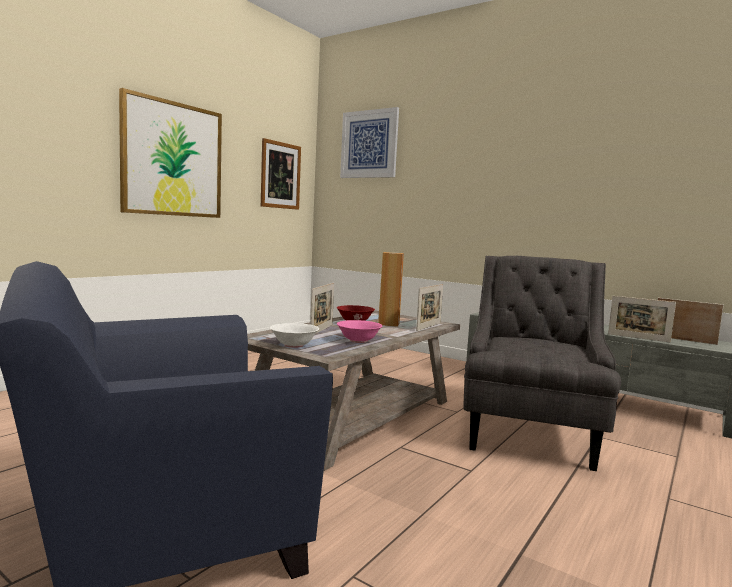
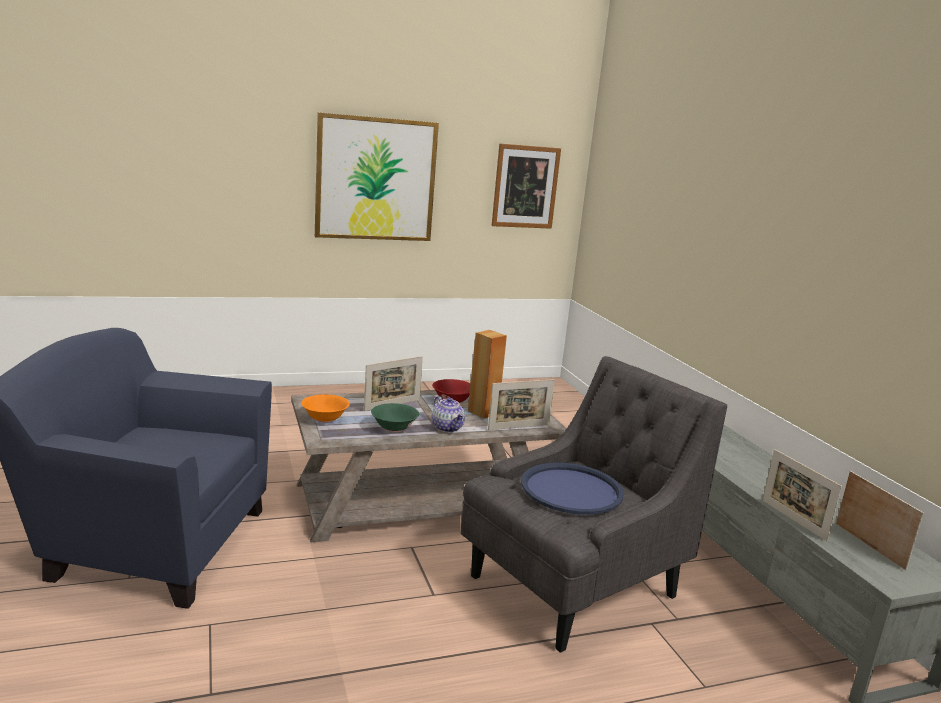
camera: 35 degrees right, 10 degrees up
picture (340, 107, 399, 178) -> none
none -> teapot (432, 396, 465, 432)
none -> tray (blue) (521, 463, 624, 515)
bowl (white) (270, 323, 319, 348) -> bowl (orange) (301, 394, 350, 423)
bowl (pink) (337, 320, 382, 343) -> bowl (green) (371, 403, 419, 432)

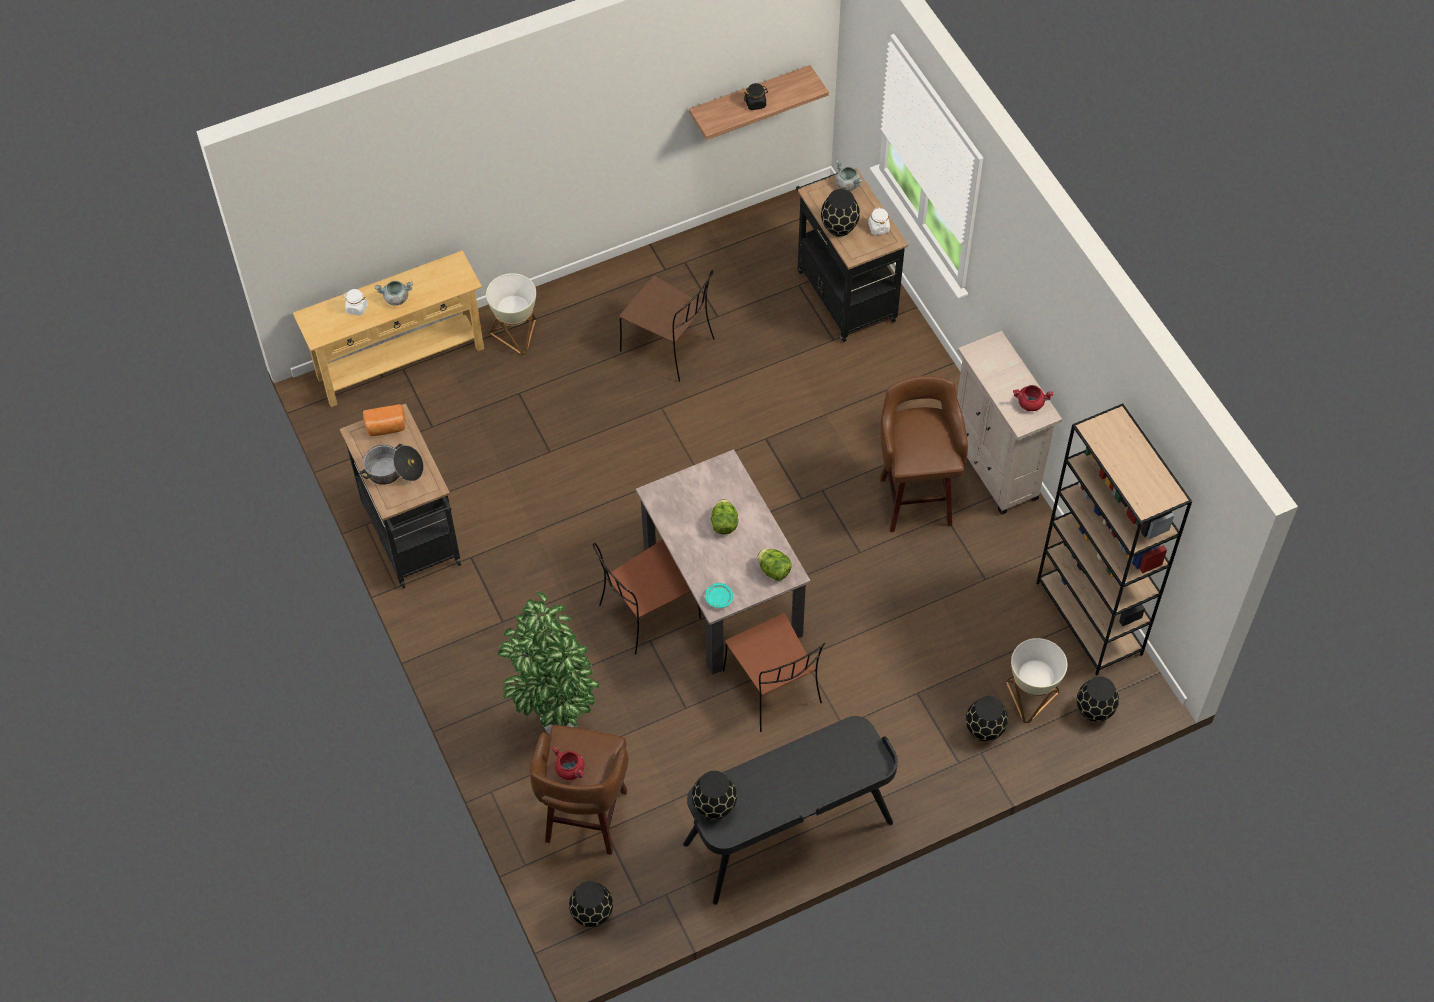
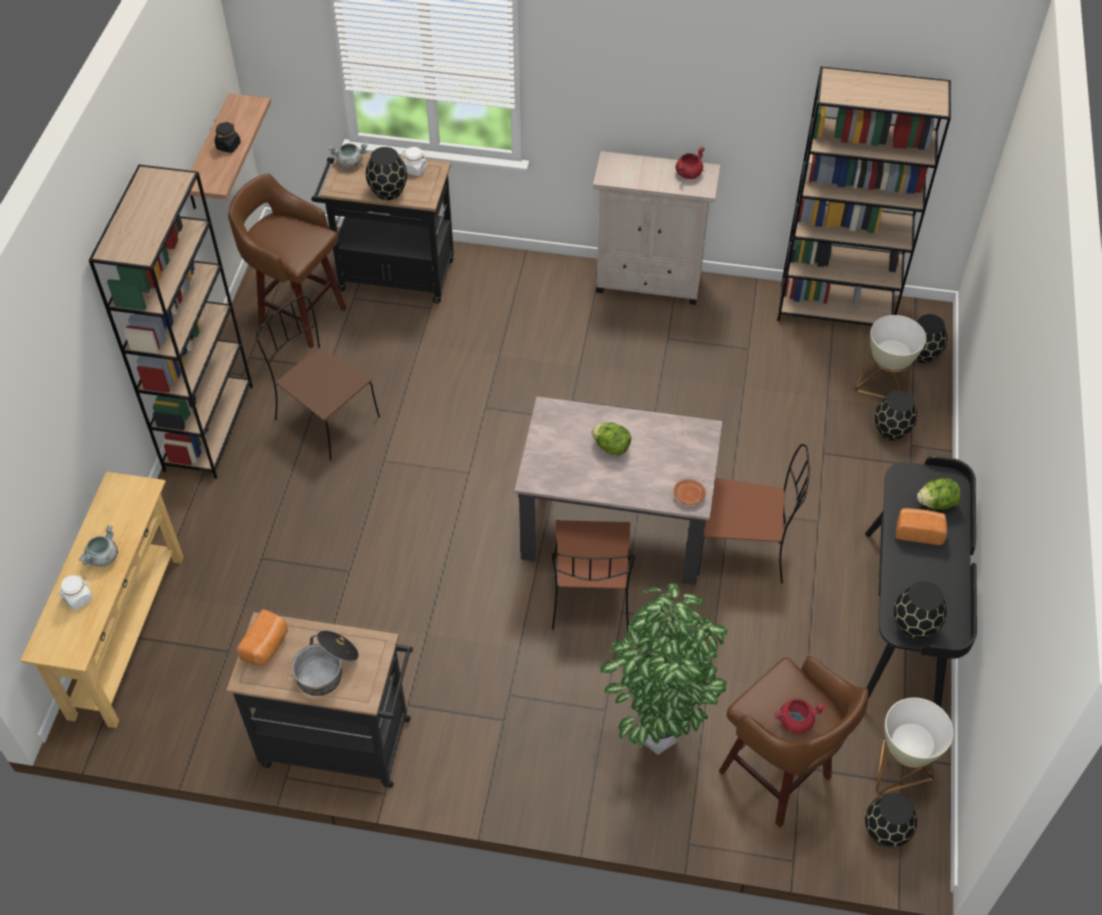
camera: 55 degrees left, 5 degrees down
none -> bookcase (beige) (89, 164, 253, 479)
none -> bread (896, 508, 947, 545)
planter (486, 273, 536, 355) -> planter (876, 697, 954, 794), shifted
lettuce (757, 549, 792, 581) -> lettuce (917, 478, 961, 509), shifted
stool (brown) (880, 376, 968, 532) -> stool (brown) (228, 174, 347, 348), shifted
plate (turquoise) (705, 583, 733, 608) -> plate (brown) (673, 479, 706, 505)
chair (brown) (619, 270, 715, 382) -> chair (brown) (256, 295, 380, 460), 120 degrees counterclockwise

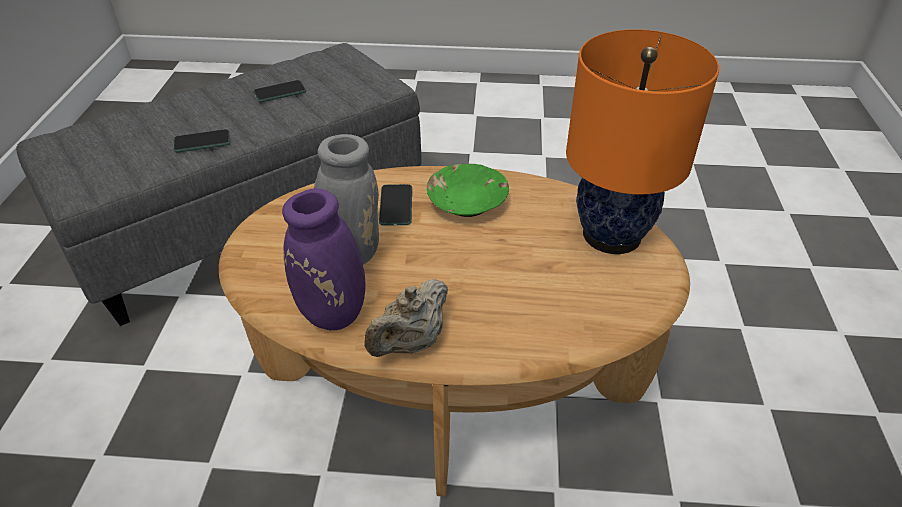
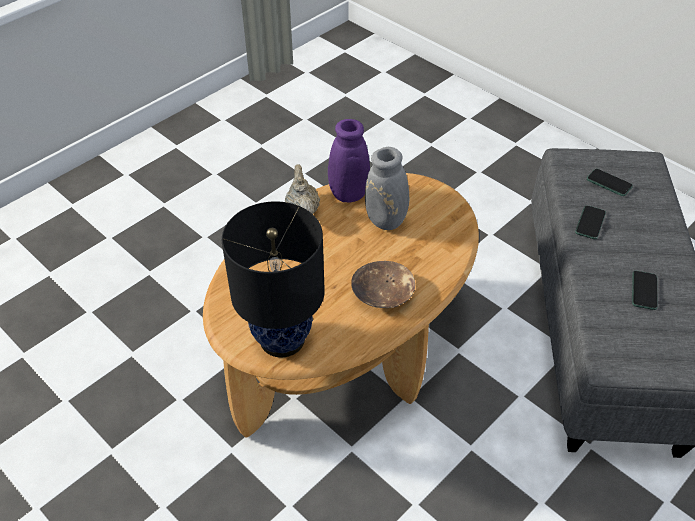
camera: 130 degrees right, 5 degrees up
phone (379, 184, 412, 226) -> phone (587, 169, 633, 196), shifted
bowl (green) (427, 164, 509, 217) -> bowl (brown) (351, 261, 415, 308)
table lamp (orange) (566, 29, 719, 254) -> table lamp (black) (222, 201, 325, 357)

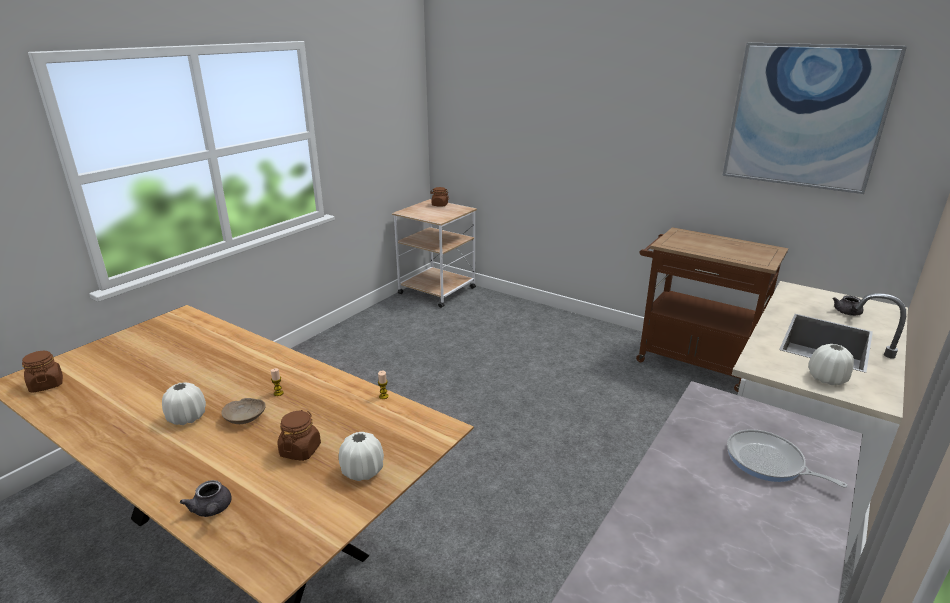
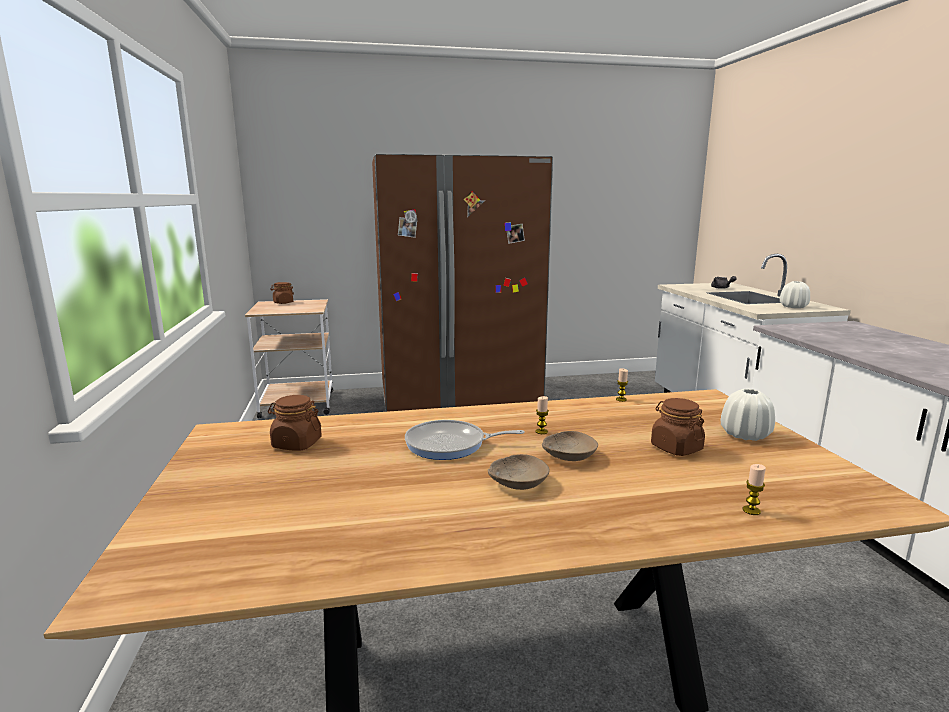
camera: 45 degrees left, 10 degrees down
cart (brown) (636, 227, 788, 392) -> none
picture (722, 43, 907, 194) -> none
none -> fridge (brown) (372, 154, 553, 412)
jar (brown) (22, 351, 63, 393) -> jar (brown) (268, 395, 322, 450), shifted
frying pan (727, 429, 847, 488) -> frying pan (405, 420, 524, 460), shifted
vase (white) (162, 382, 206, 425) -> bowl (beige) (488, 454, 550, 490)
teapot (grey) (180, 480, 232, 517) -> candle (743, 464, 766, 515)

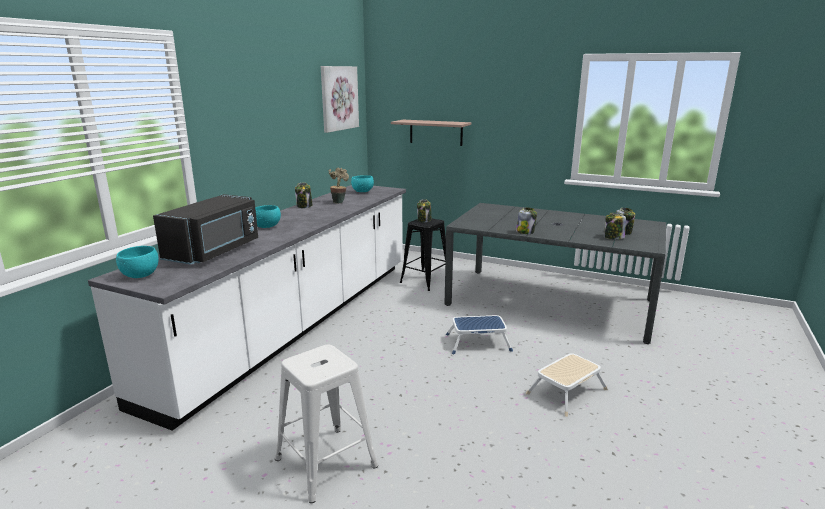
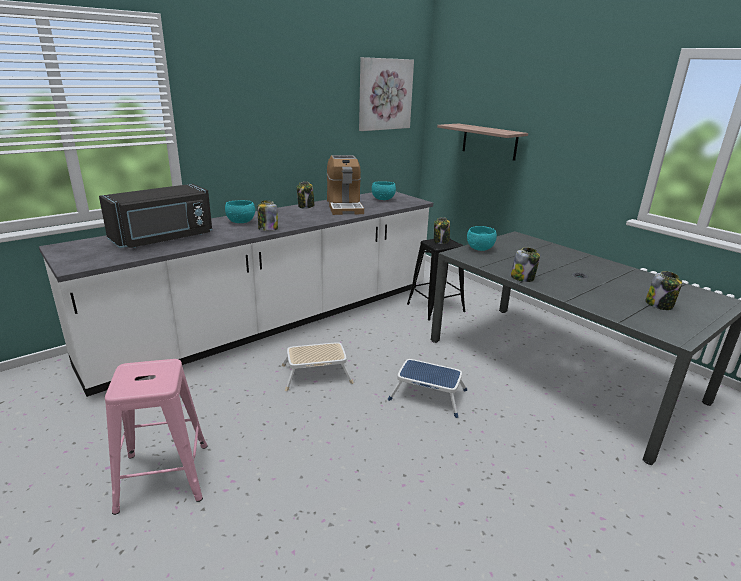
camera: 25 degrees right, 5 degrees up
bowl (turquoise) (116, 246, 159, 278) -> bowl (turquoise) (467, 226, 497, 251), shifted
step ladder (beige) (526, 353, 608, 417) -> step ladder (beige) (281, 342, 354, 391), shifted
jar (604, 212, 626, 239) -> jar (258, 200, 278, 231), shifted
potted plant (329, 167, 349, 204) -> coffee machine (327, 155, 364, 215)
stool (white) (275, 345, 378, 503) -> stool (pink) (105, 359, 207, 515)

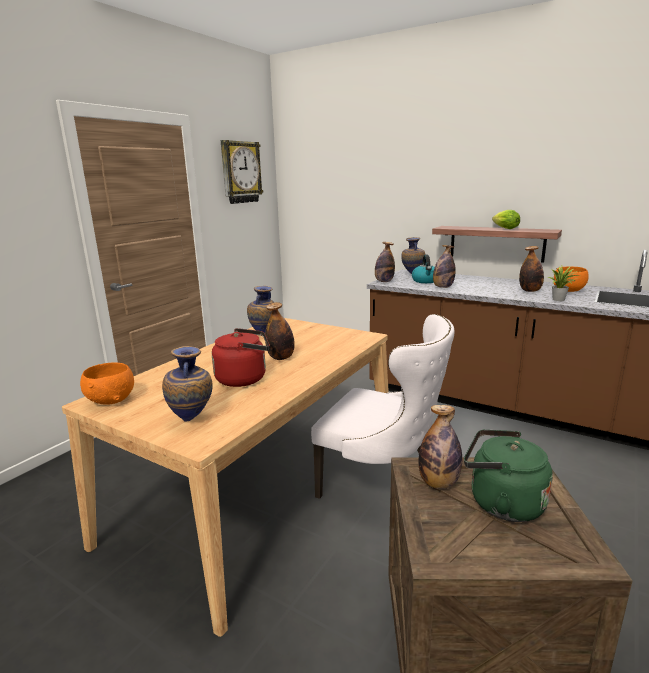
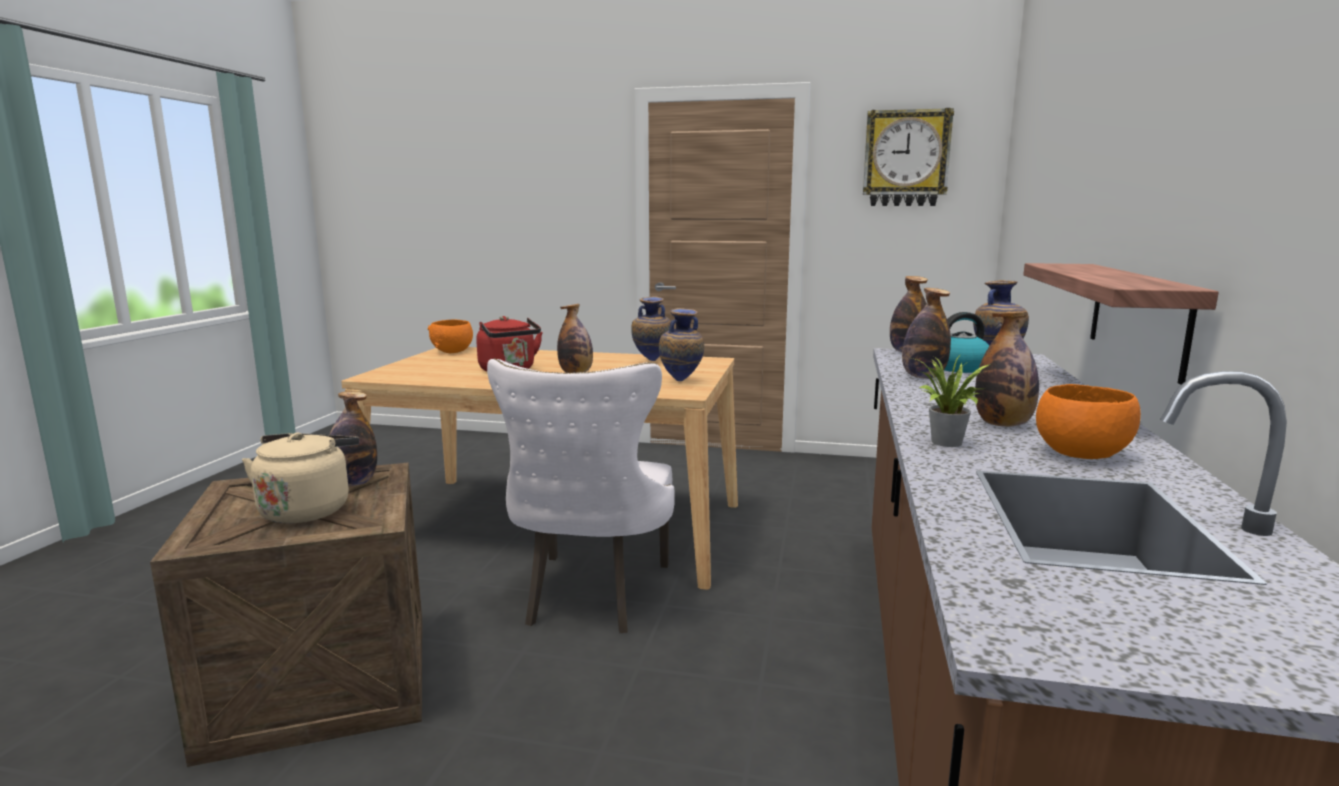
camera: 70 degrees right, 5 degrees down
lettuce (492, 210, 520, 229) -> none
vase (162, 346, 213, 421) -> vase (659, 308, 704, 381), shifted
kettle (green) (464, 430, 553, 522) -> kettle (beige) (242, 432, 359, 523)

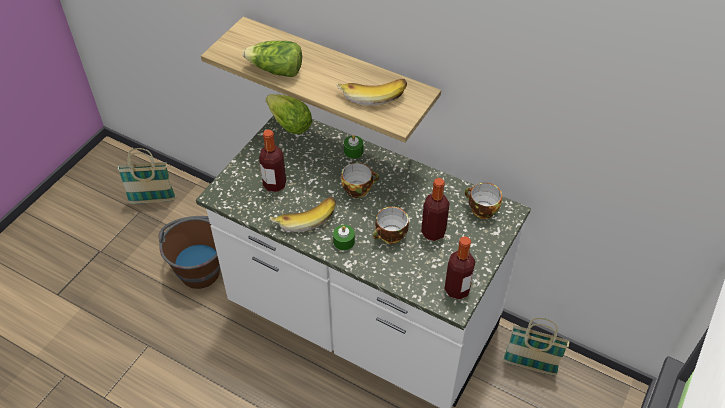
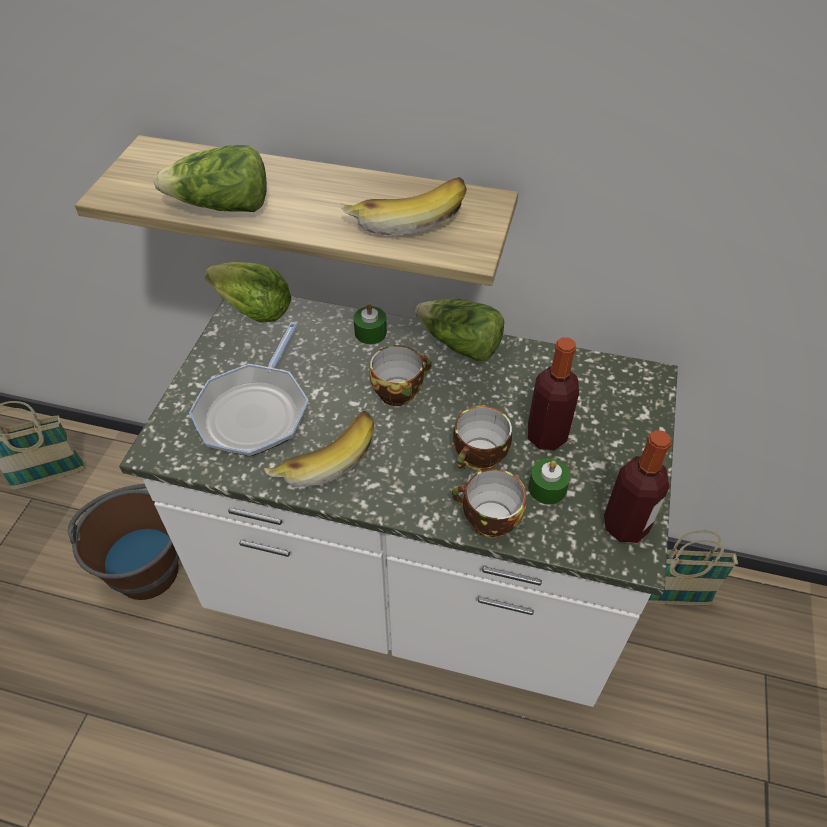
camera: 15 degrees left, 0 degrees up
none -> lettuce (415, 299, 504, 361)
candle (green) (333, 225, 355, 251) -> candle (green) (528, 458, 571, 505), shifted
cup (465, 183, 502, 219) -> cup (452, 469, 526, 538), shifted
bottle (259, 130, 286, 192) -> frying pan (189, 322, 308, 456)

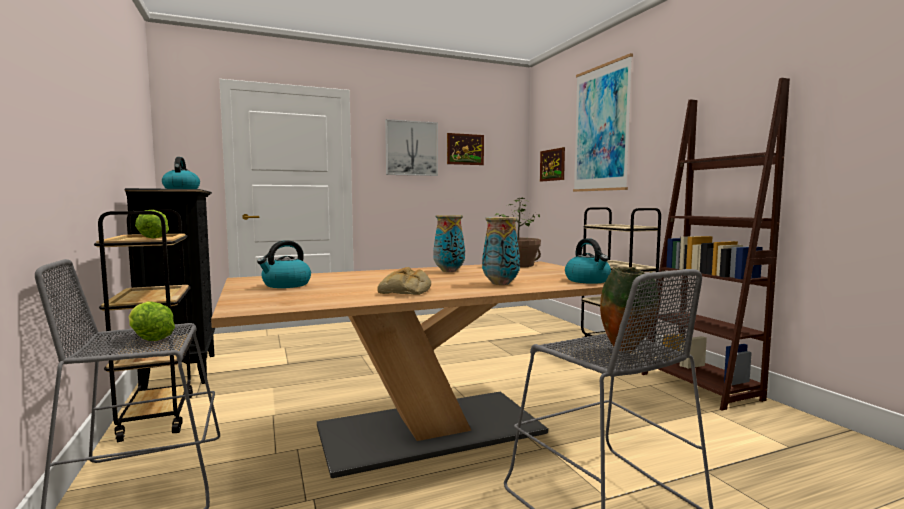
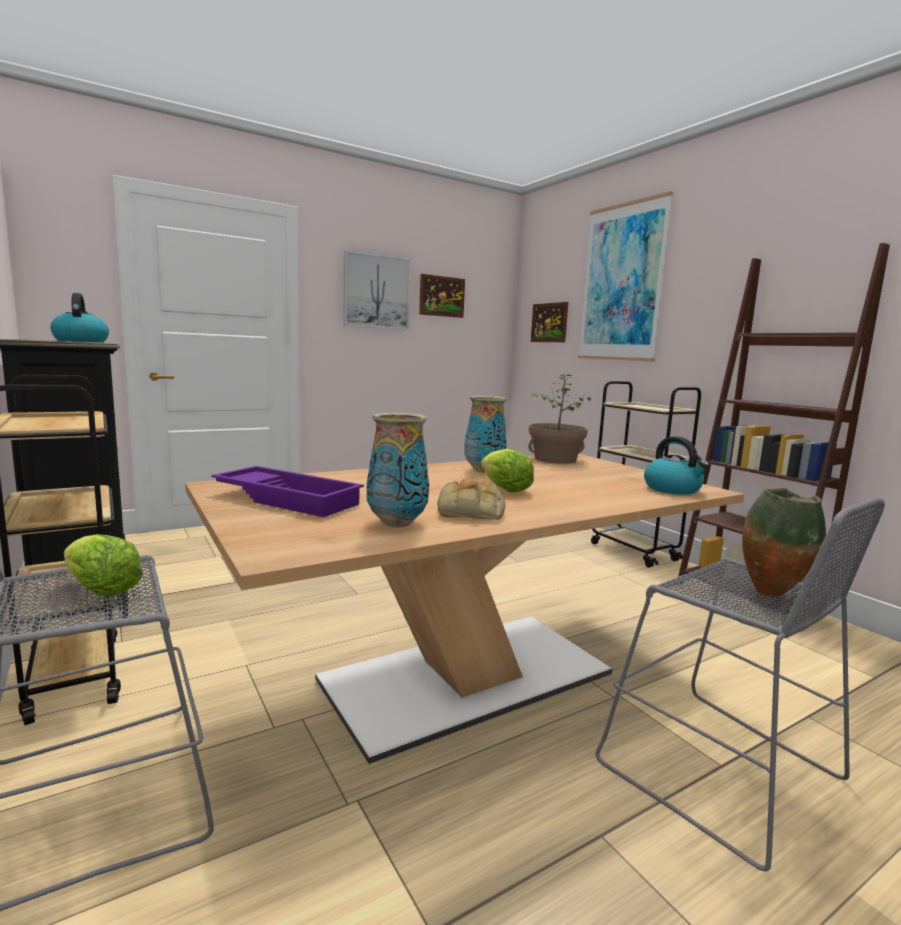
camera: 10 degrees left, 5 degrees up
lettuce (135, 209, 169, 239) -> lettuce (481, 449, 534, 493), shifted
vase (482, 217, 520, 285) -> vase (367, 413, 429, 527), shifted
kettle (257, 240, 311, 288) -> tray (purple) (211, 466, 364, 517)

